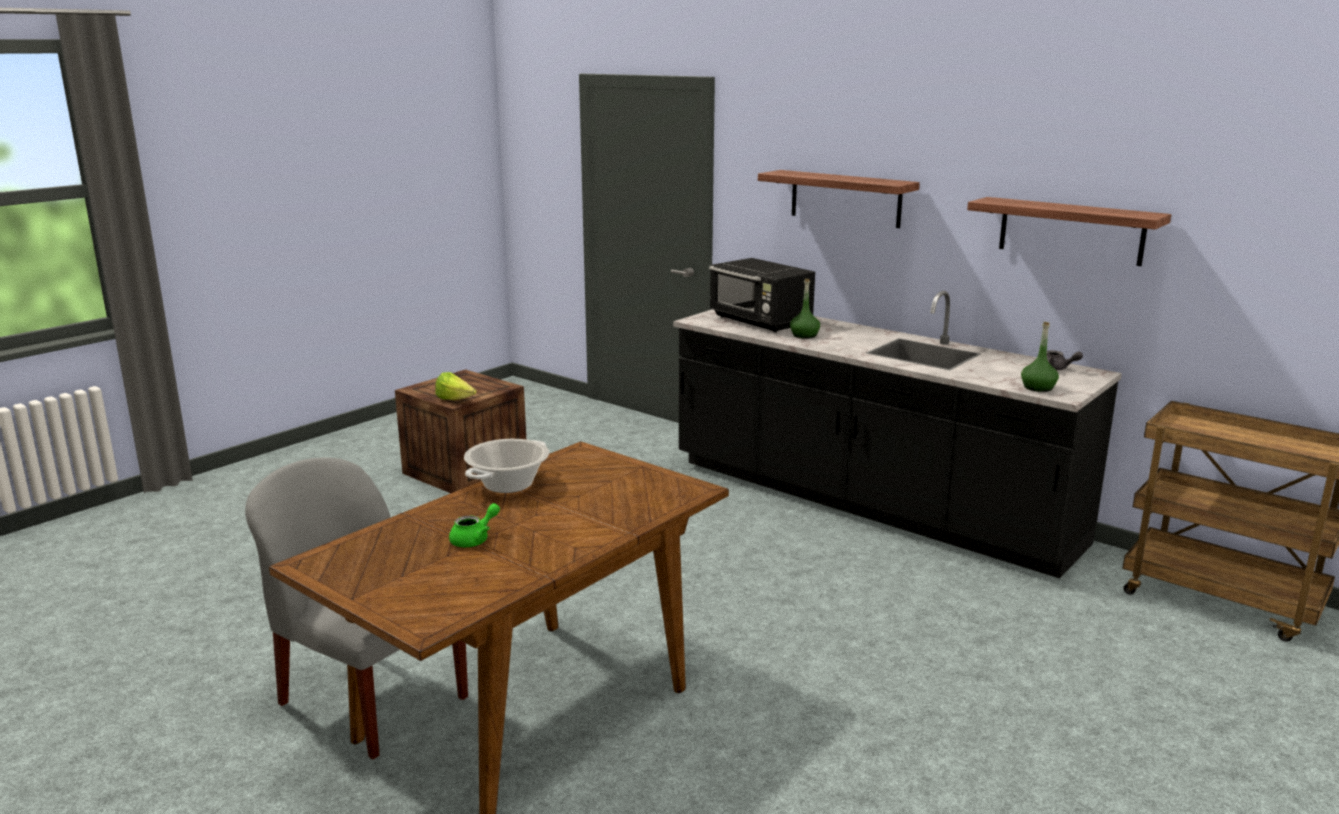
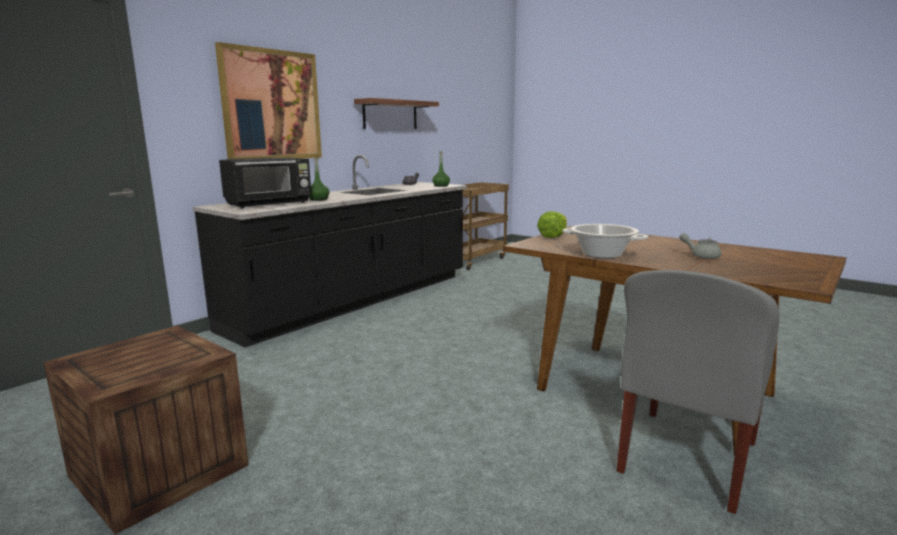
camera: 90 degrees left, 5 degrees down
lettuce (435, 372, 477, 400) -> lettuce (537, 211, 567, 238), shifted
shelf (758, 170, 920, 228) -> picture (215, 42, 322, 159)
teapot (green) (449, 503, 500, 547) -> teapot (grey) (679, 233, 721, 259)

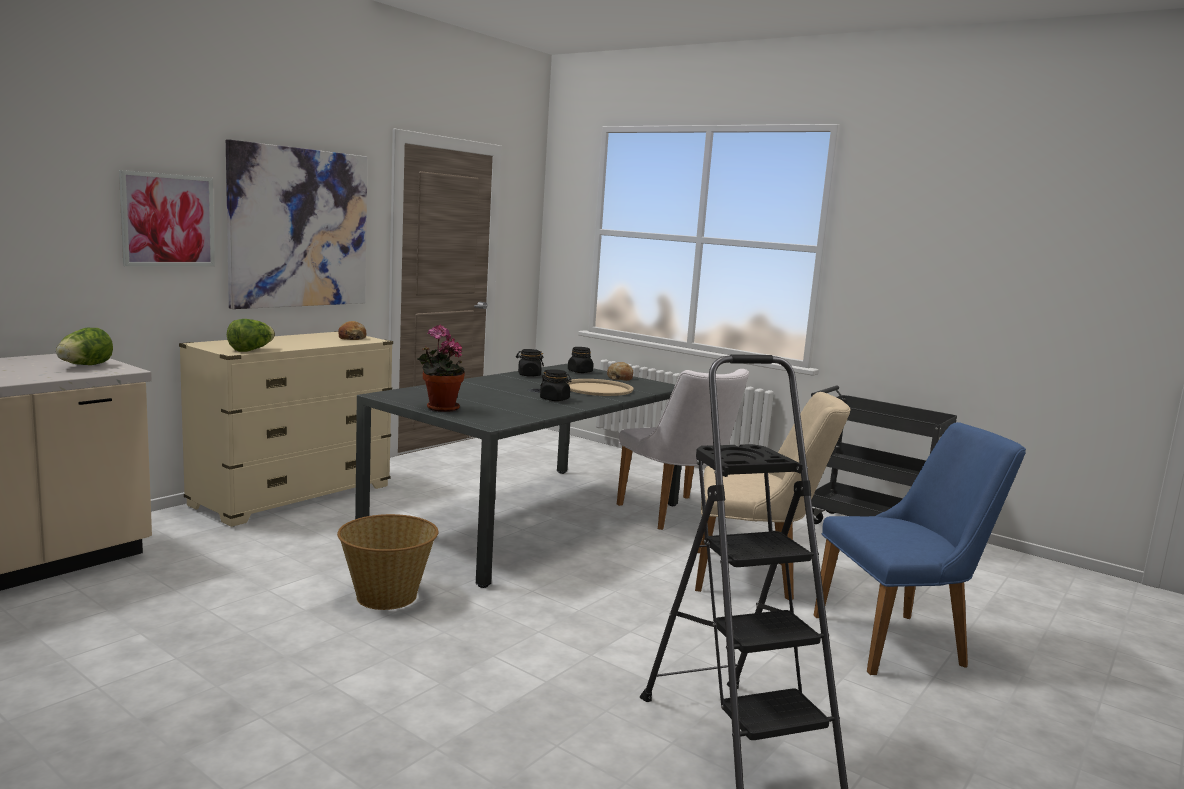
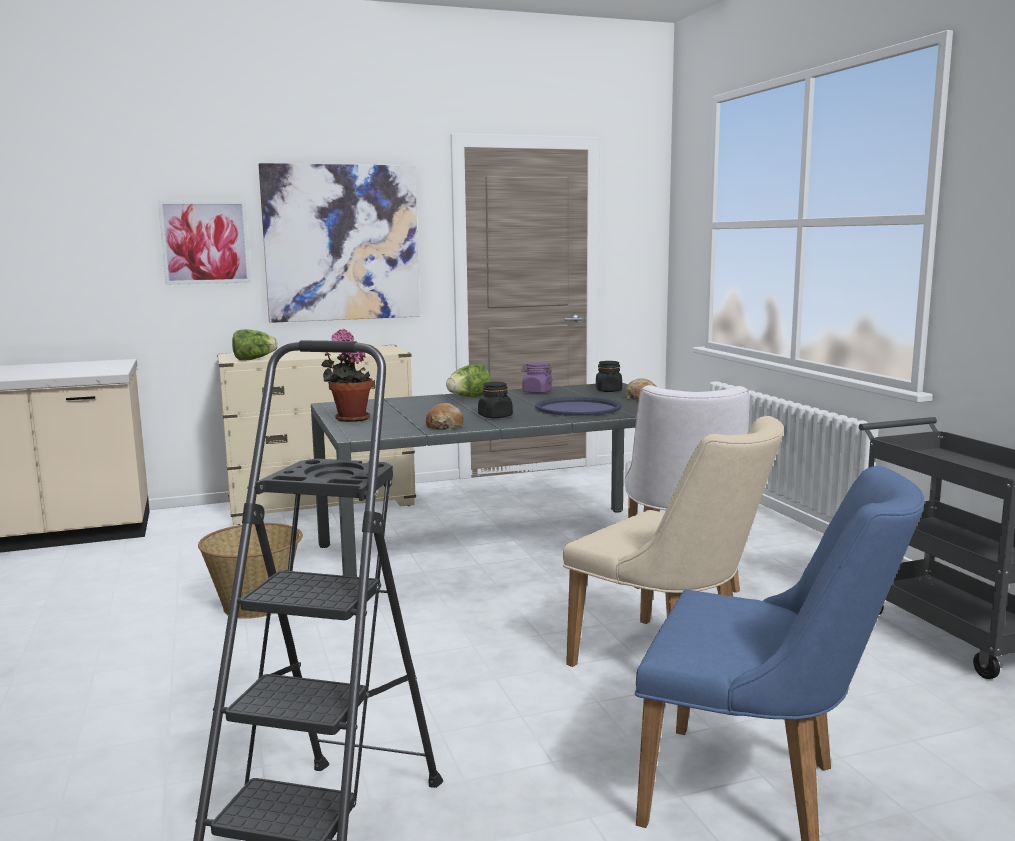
camera: 35 degrees right, 0 degrees up
lettuce (56, 328, 113, 365) -> lettuce (446, 364, 491, 397), shifted
bread (338, 321, 366, 340) -> bread (426, 403, 464, 430), shifted
jar (black) (516, 349, 544, 377) -> jar (purple) (521, 362, 553, 394)
tray (beige) (566, 379, 633, 396) -> tray (blue) (535, 397, 622, 416)

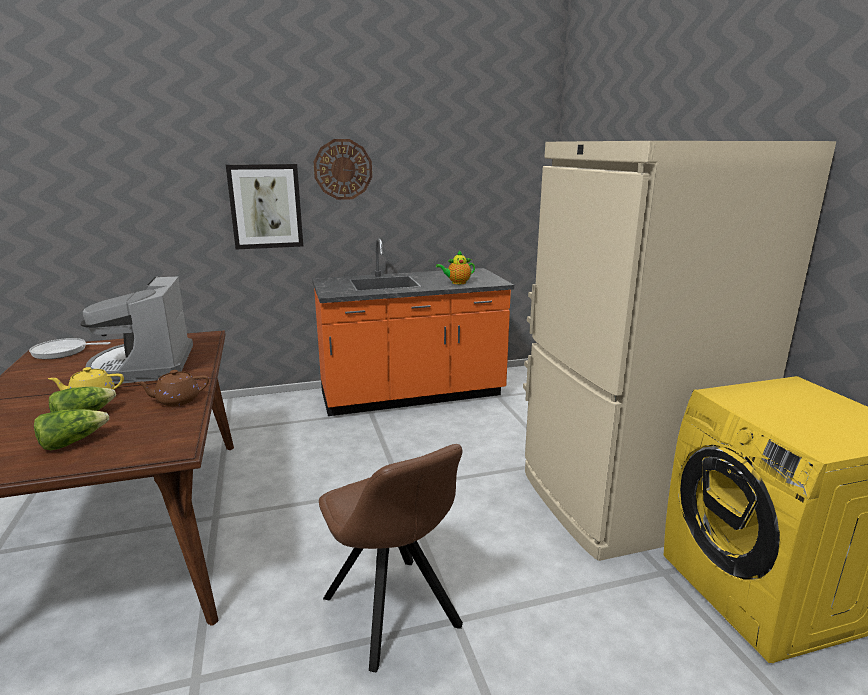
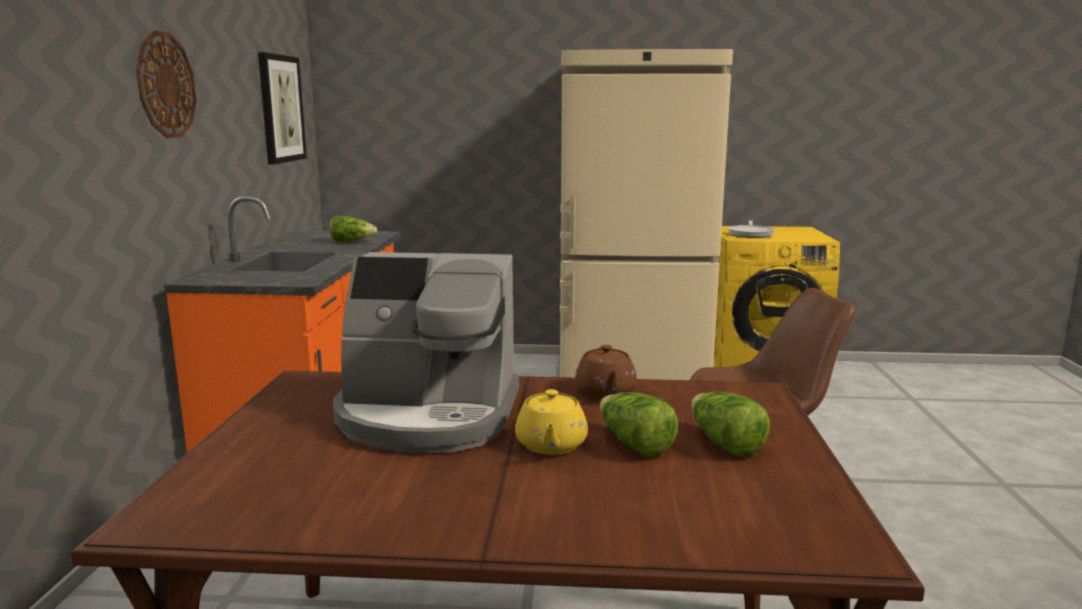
camera: 70 degrees left, 5 degrees down
frying pan (29, 338, 111, 359) -> frying pan (728, 220, 775, 238), shifted
picture (226, 164, 303, 249) -> picture (258, 52, 307, 165), shifted
teapot (436, 250, 475, 284) -> lettuce (330, 216, 377, 243)

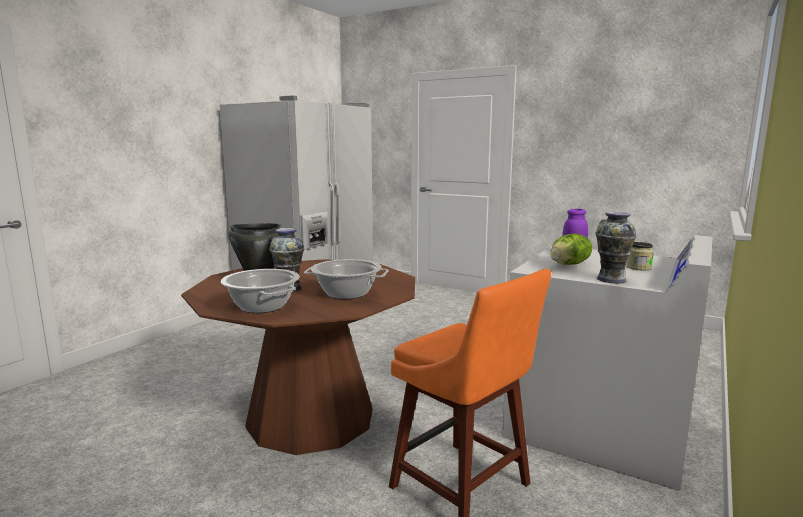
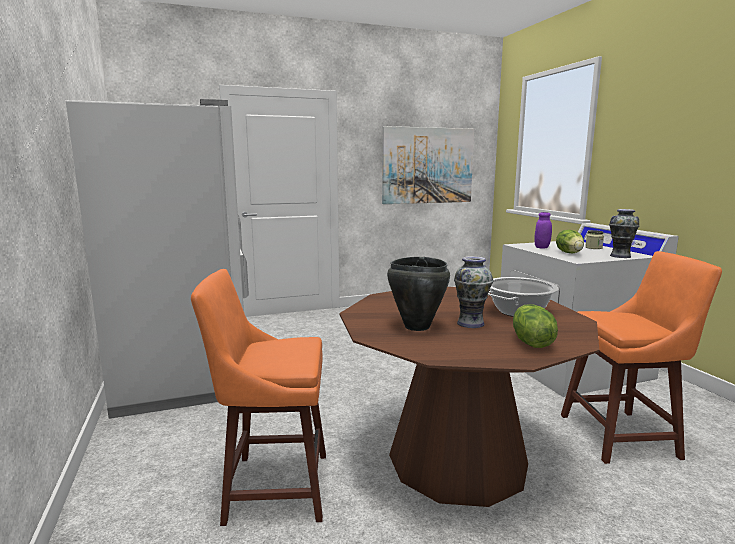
camera: 50 degrees left, 0 degrees up
none -> chair (orange) (191, 269, 326, 526)
none -> picture (382, 126, 474, 204)
cooking pot (220, 269, 300, 313) -> lettuce (513, 304, 558, 348)

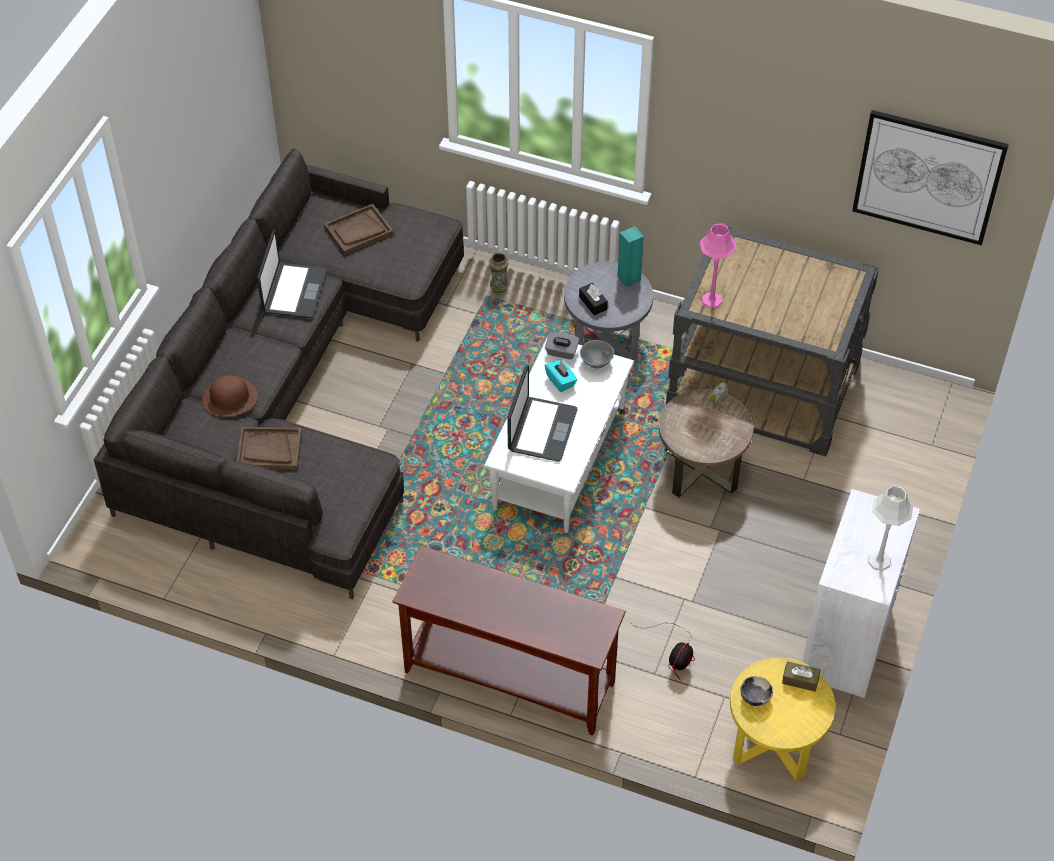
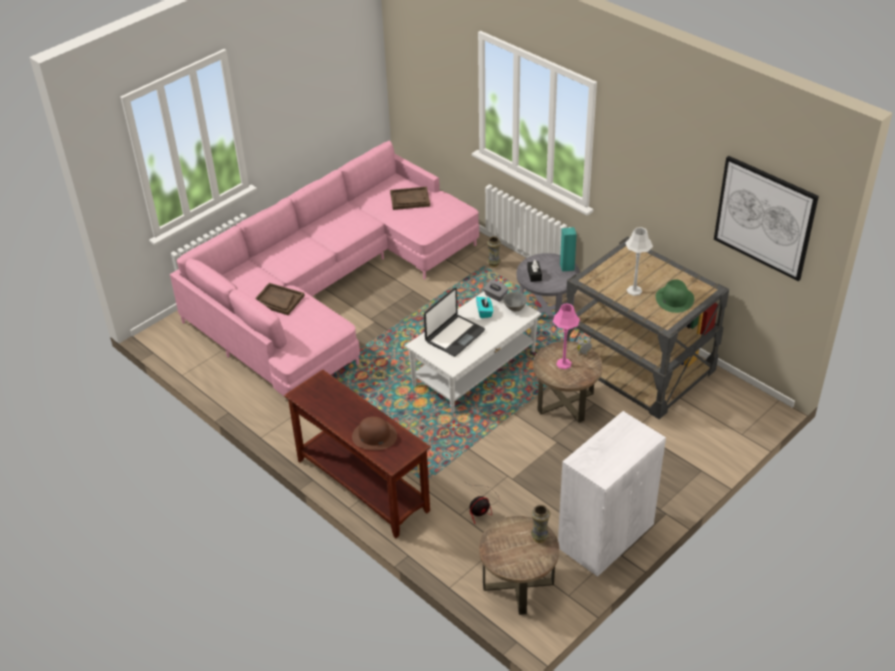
camera: 25 degrees right, 10 degrees down
laptop (257, 230, 327, 318) -> none
bowl (740, 676, 773, 706) -> none
none -> hat (green) (656, 279, 694, 313)
hat (brown) (202, 375, 258, 417) -> hat (brown) (352, 417, 397, 450), shifted
table lamp (pink) (700, 223, 737, 308) -> table lamp (pink) (553, 303, 580, 369), shifted
table lamp (grey) (868, 485, 913, 571) -> table lamp (grey) (625, 227, 653, 296), shifted
tissue box (brown) (782, 661, 821, 692) -> vase (531, 505, 550, 543)
sofa (grey) (94, 148, 464, 599) -> sofa (pink) (170, 140, 479, 398)
side table (yellow) (730, 657, 835, 781) -> side table (brown) (479, 516, 559, 615)

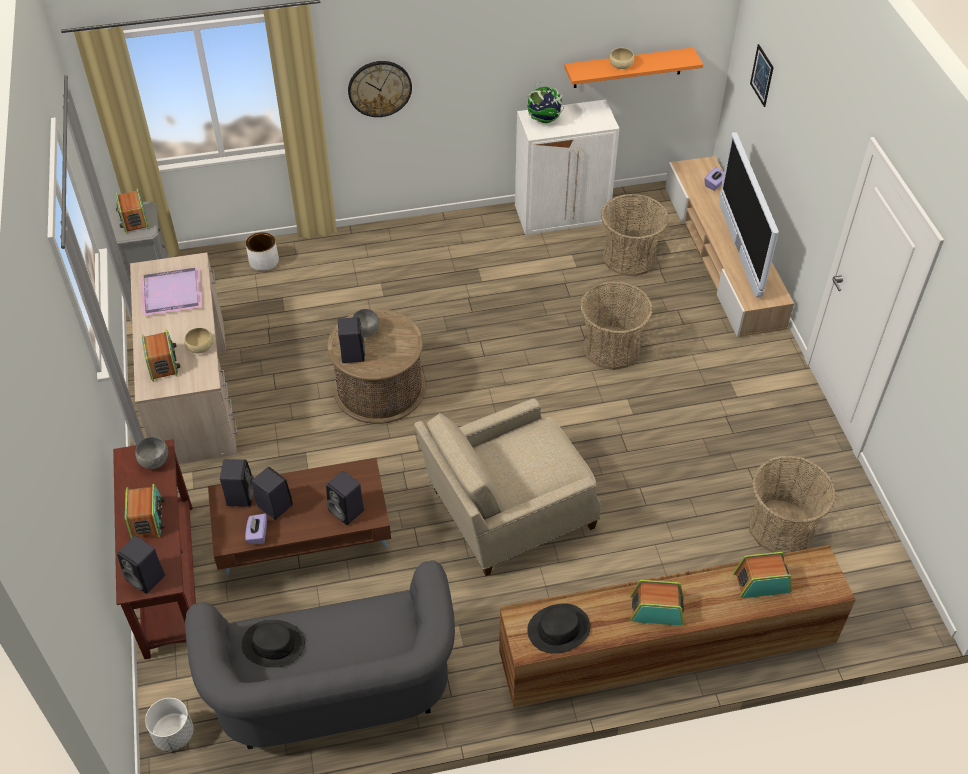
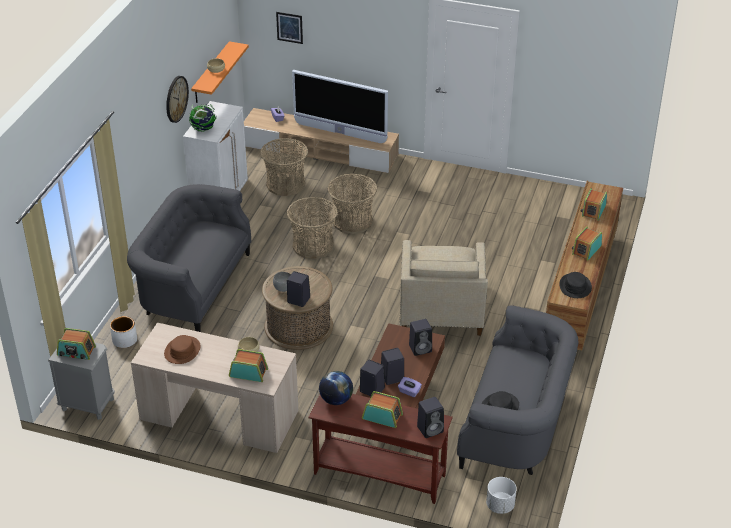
camera: 60 degrees left, 10 degrees down
none -> sofa (grey) (127, 184, 251, 332)
wall clock (348, 61, 412, 117) -> wall clock (166, 76, 189, 123), shifted
basket (749, 456, 836, 553) -> basket (287, 197, 338, 259), shifted
bowl (grey) (135, 437, 168, 469) -> globe (319, 371, 353, 405)
tray (purple) (141, 268, 202, 316) -> hat (brown) (164, 335, 200, 364)

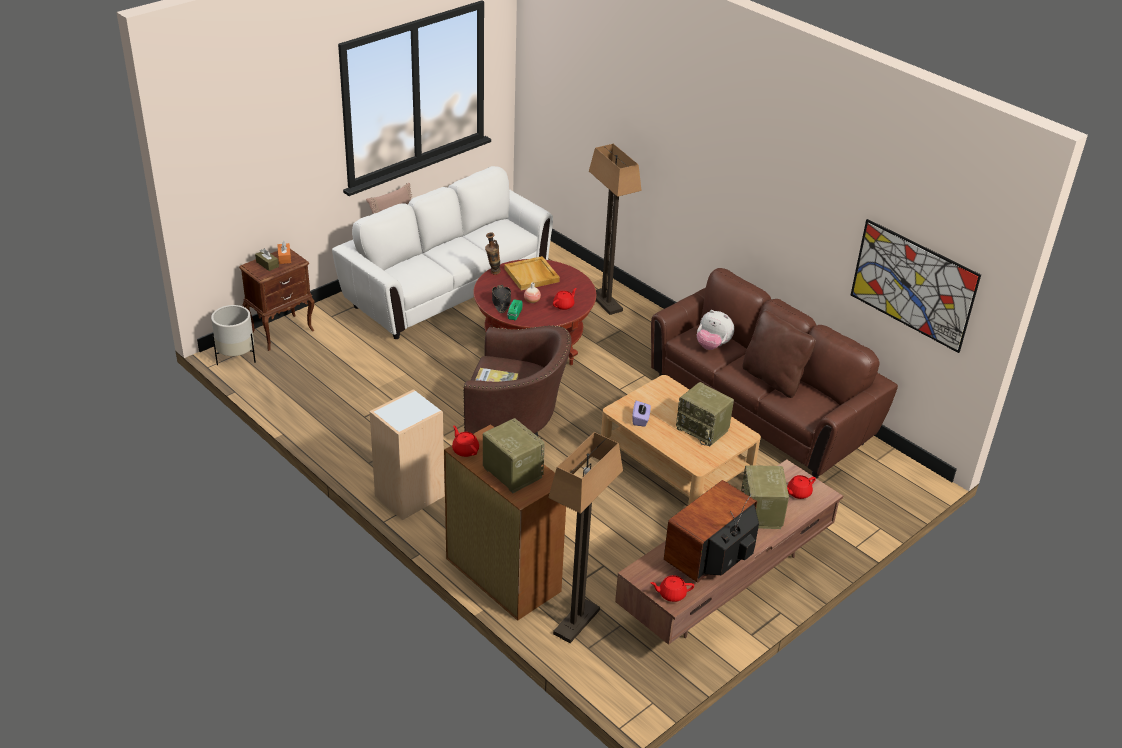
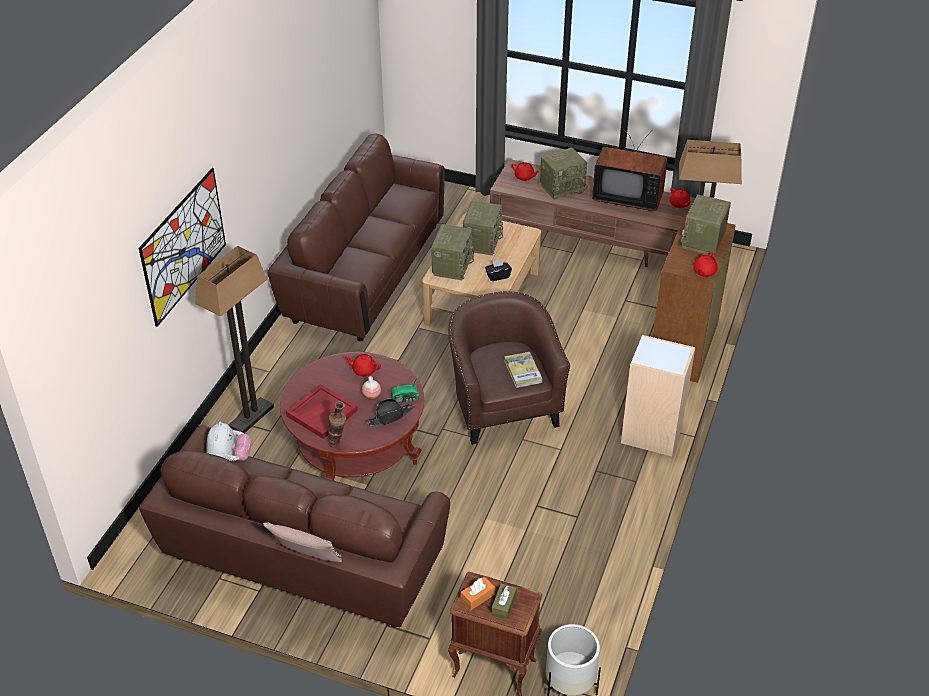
camera: 115 degrees left, 5 degrees up
pillow (brown) (742, 309, 816, 398) -> none
none -> radio (431, 224, 474, 280)
plush toy (697, 310, 734, 350) -> plush toy (206, 421, 251, 461), shifted
picture (851, 219, 981, 353) -> picture (139, 168, 226, 327), shifted
sofa (white) (332, 166, 553, 339) -> sofa (brown) (139, 425, 450, 628)
tray (beige) (505, 256, 560, 291) -> tray (red) (286, 384, 358, 439)
tissue box (purple) (632, 401, 651, 427) -> tissue box (black) (485, 259, 512, 281)

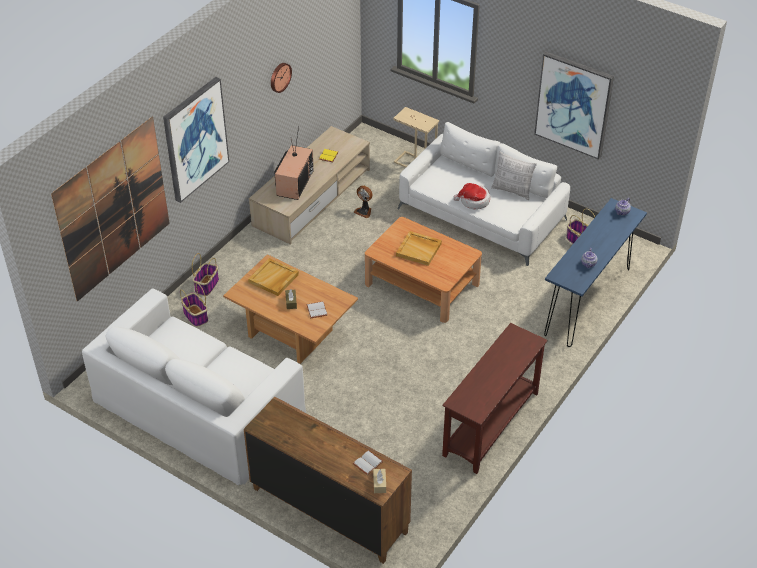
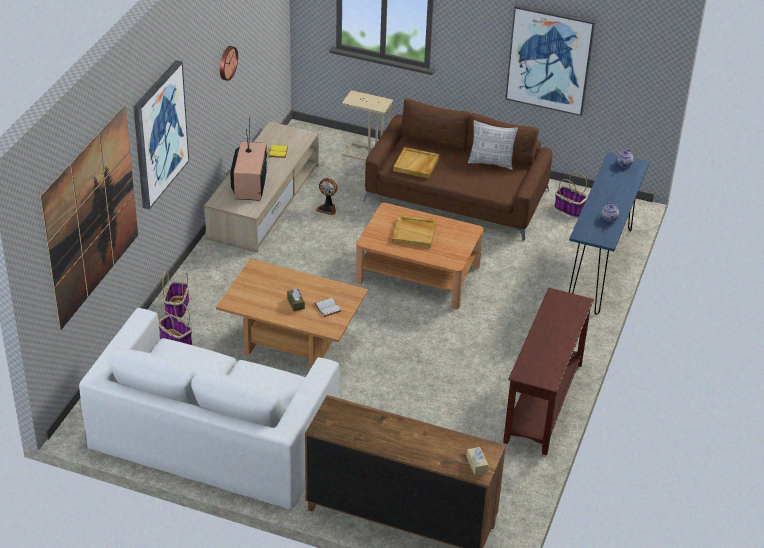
camera: 15 degrees left, 5 degrees down
book (white) (353, 450, 383, 475) -> none
hat (453, 183, 490, 209) -> none
tray (beige) (248, 258, 299, 296) -> tray (beige) (393, 147, 439, 179), shifted
sofa (white) (397, 122, 570, 266) -> sofa (brown) (363, 98, 552, 241)

